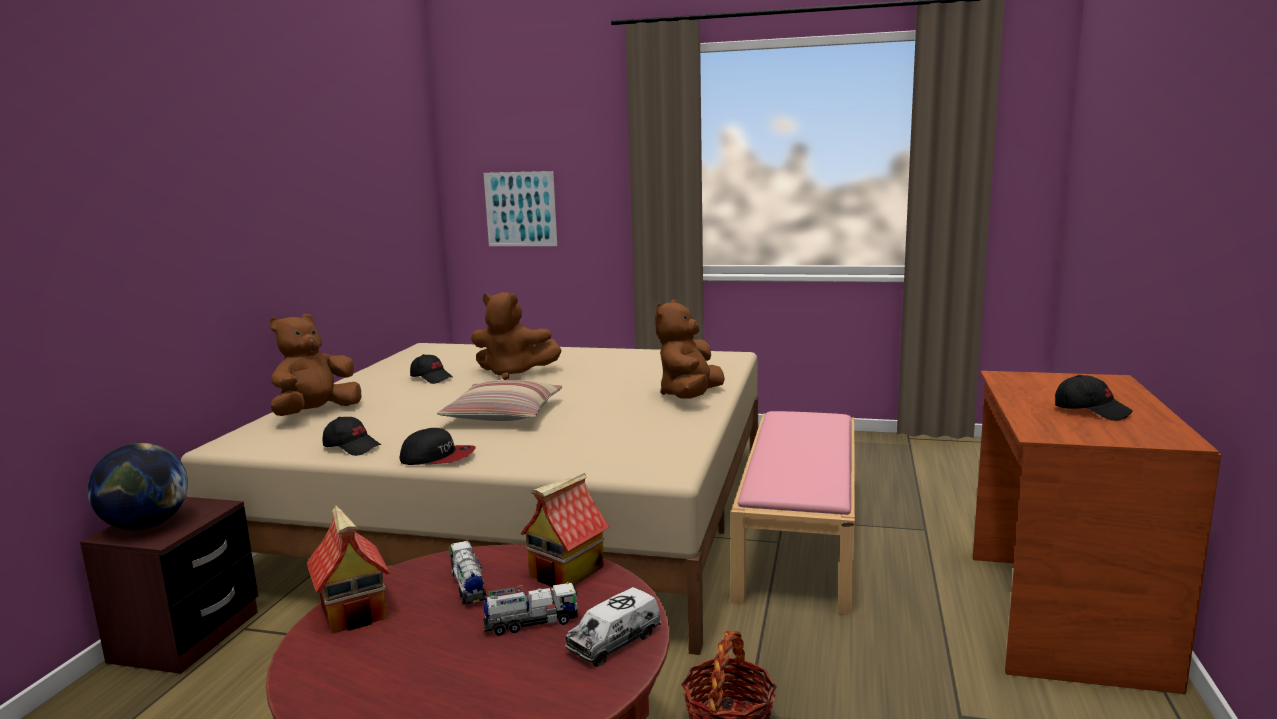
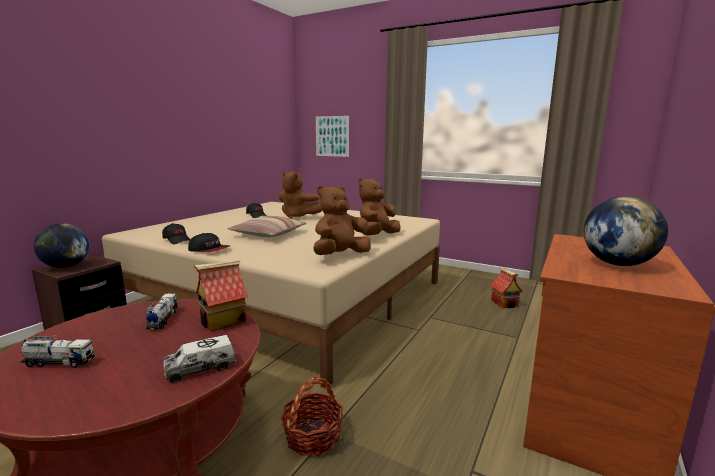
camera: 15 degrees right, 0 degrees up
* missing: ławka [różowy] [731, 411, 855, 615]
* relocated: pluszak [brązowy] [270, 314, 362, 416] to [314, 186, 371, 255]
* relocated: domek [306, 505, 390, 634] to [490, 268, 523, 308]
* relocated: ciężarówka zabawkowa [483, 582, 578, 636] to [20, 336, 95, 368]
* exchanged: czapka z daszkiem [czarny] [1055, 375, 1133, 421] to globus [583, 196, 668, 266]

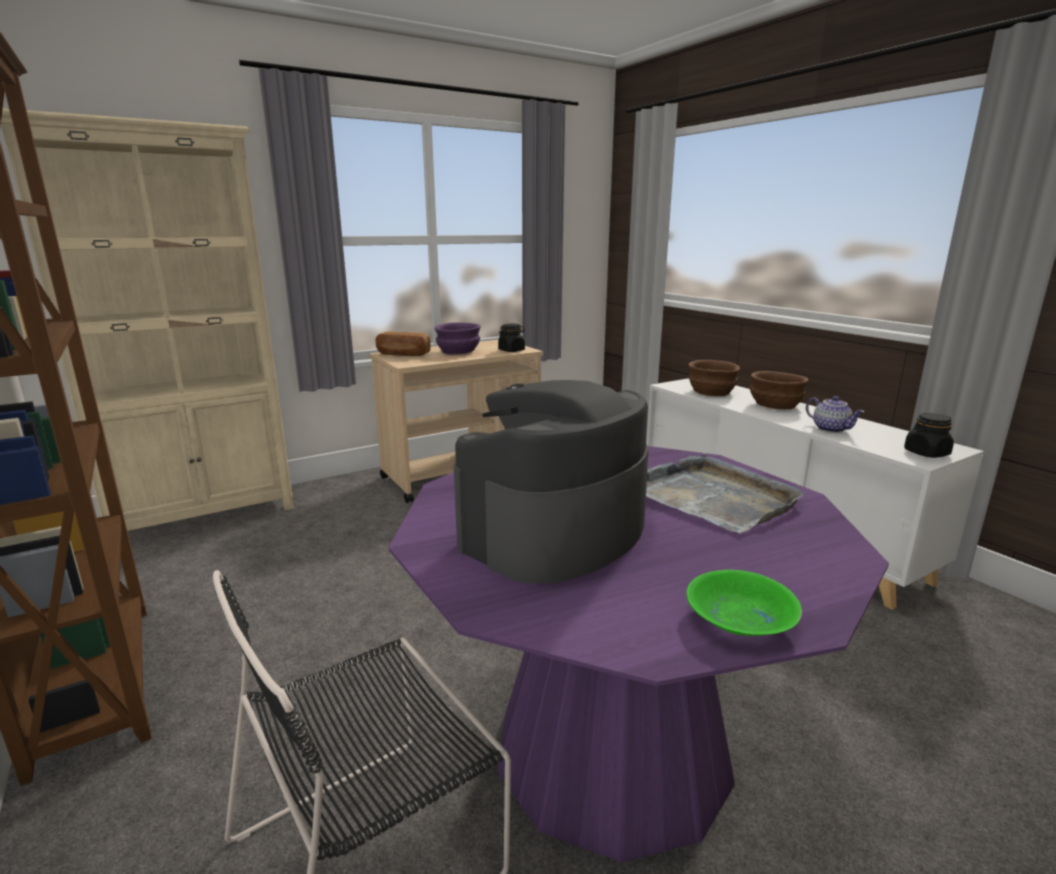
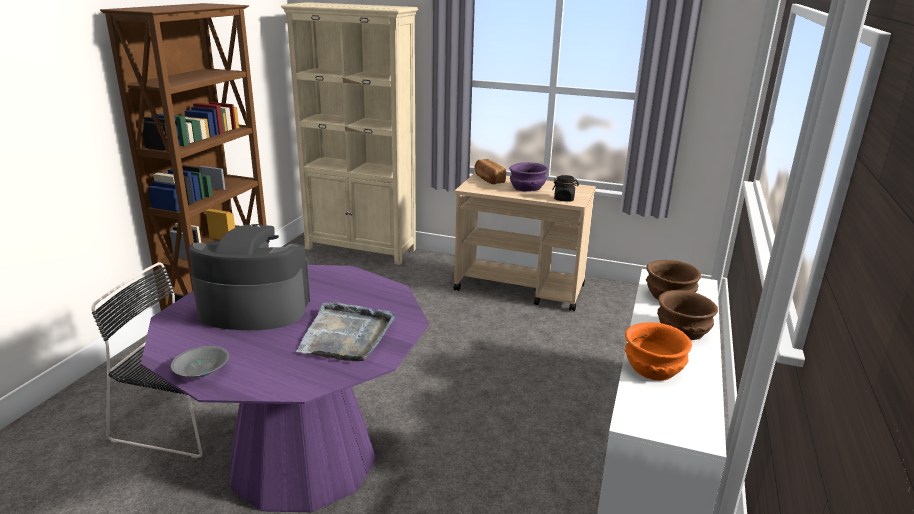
camera: 50 degrees right, 5 degrees up
* missing: słoik [czarny] [904, 413, 954, 458]
* exchanged: imbryk [806, 396, 864, 433] to miska [pomarańczowy] [625, 322, 692, 380]
* colour: miska [zielony] [686, 570, 802, 636] to miska [szary] [171, 346, 229, 378]

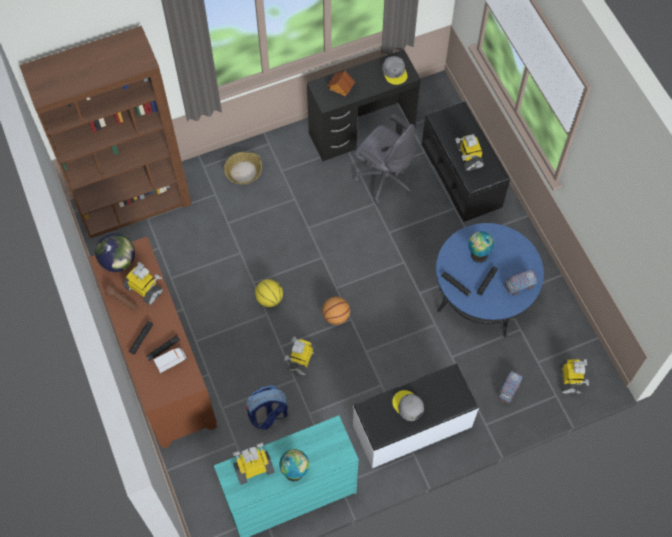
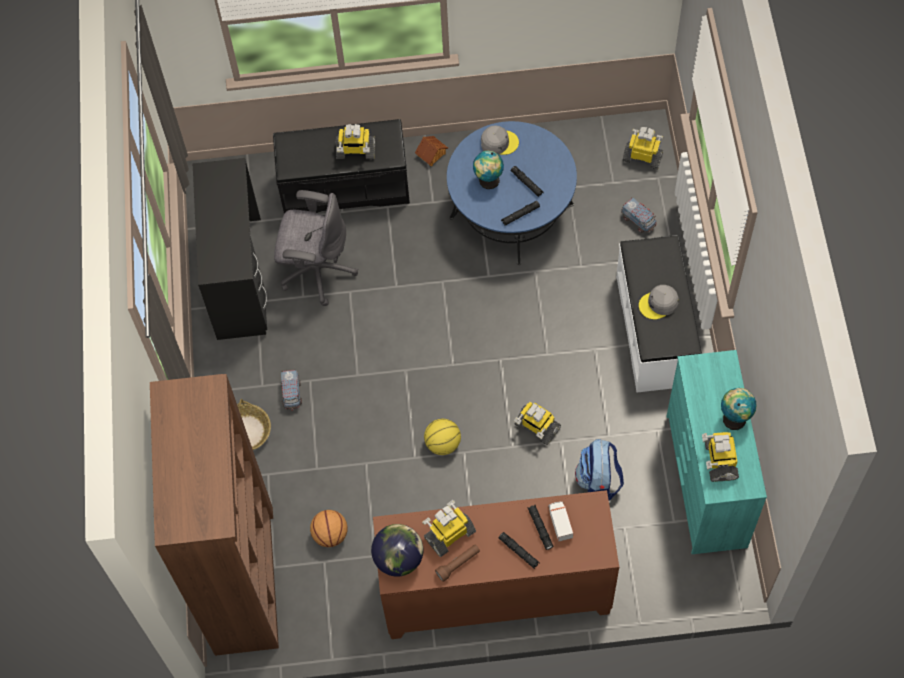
camera: 70 degrees left, 0 degrees up
* relocated: piłka do koszykówki [322, 297, 350, 325] to [310, 510, 348, 547]
* relocated: domek [328, 71, 355, 96] to [415, 136, 448, 167]
* relocated: czapka z daszkiem [szary] [382, 56, 408, 85] to [481, 125, 519, 155]
* relocated: ciężarówka zabawkowa [504, 269, 538, 295] to [281, 369, 302, 410]
* spun: krzesło biurowe [szary] [354, 114, 415, 204] = [274, 190, 358, 306] 45 degrees clockwise

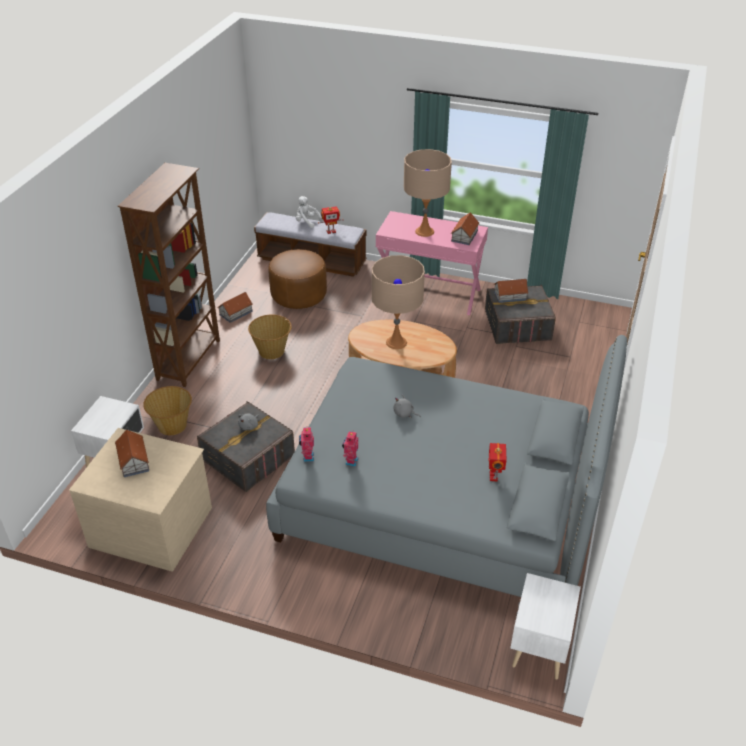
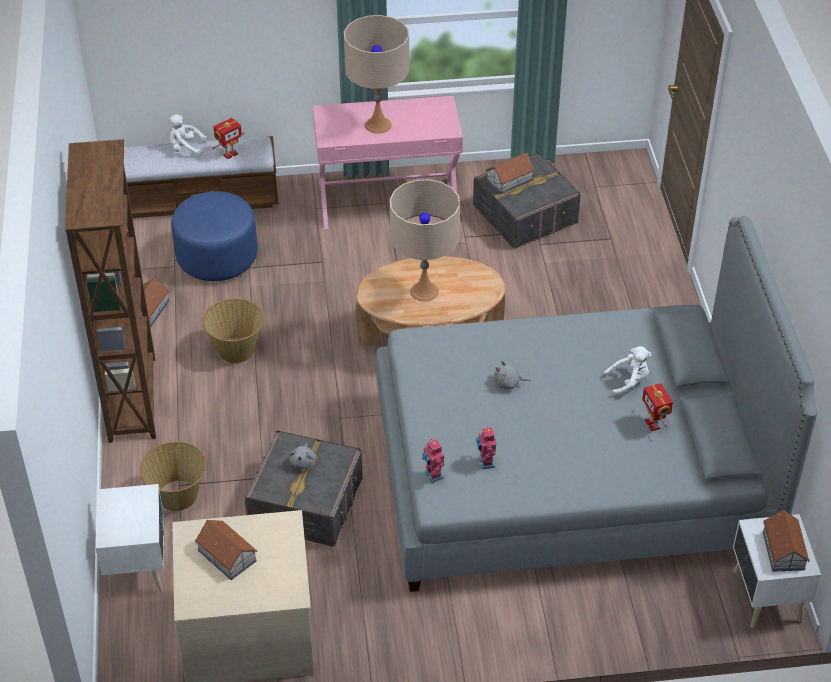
camera: 25 degrees left, 5 degrees up
* appeared: pluszak [biały] [604, 346, 651, 396]
* relocated: domek [451, 212, 479, 245] to [763, 509, 810, 572]
* colour: pufa [brązowy] [268, 249, 327, 309] to pufa [niebieski] [171, 191, 258, 281]

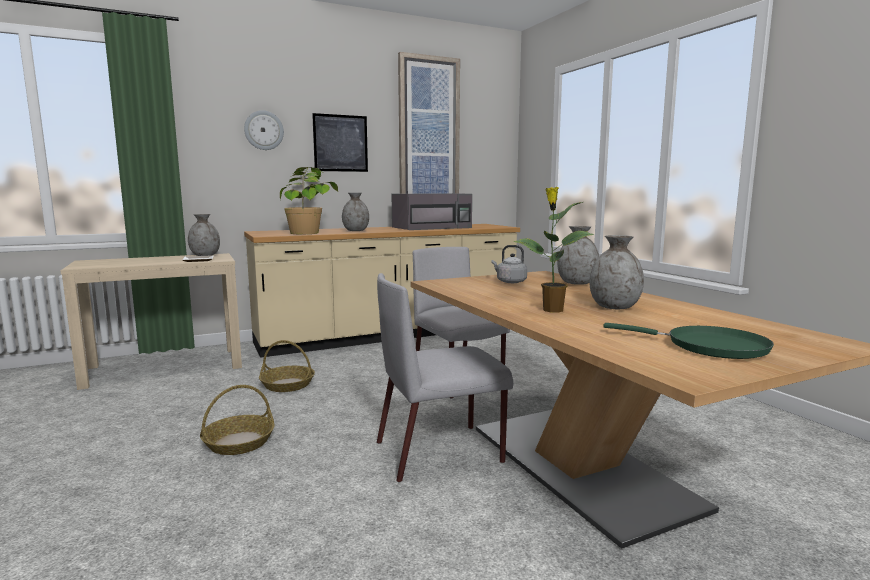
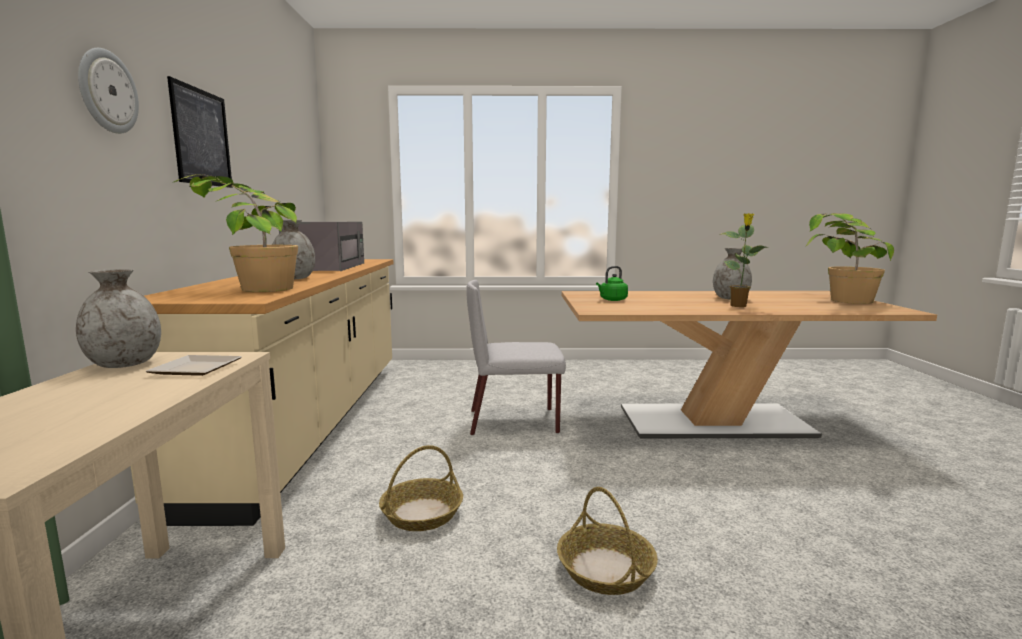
camera: 65 degrees left, 0 degrees up
* missing: krzesło [szary] [377, 273, 513, 483]
* missing: obraz [398, 52, 460, 194]
* missing: wazon [szary] [557, 226, 599, 285]
* exchanged: patelnia [zielony] [603, 323, 774, 359] to roślina doniczkowa [805, 213, 894, 304]
* colour: czajnik [szary] [491, 245, 527, 283] to czajnik [zielony] [596, 266, 628, 301]

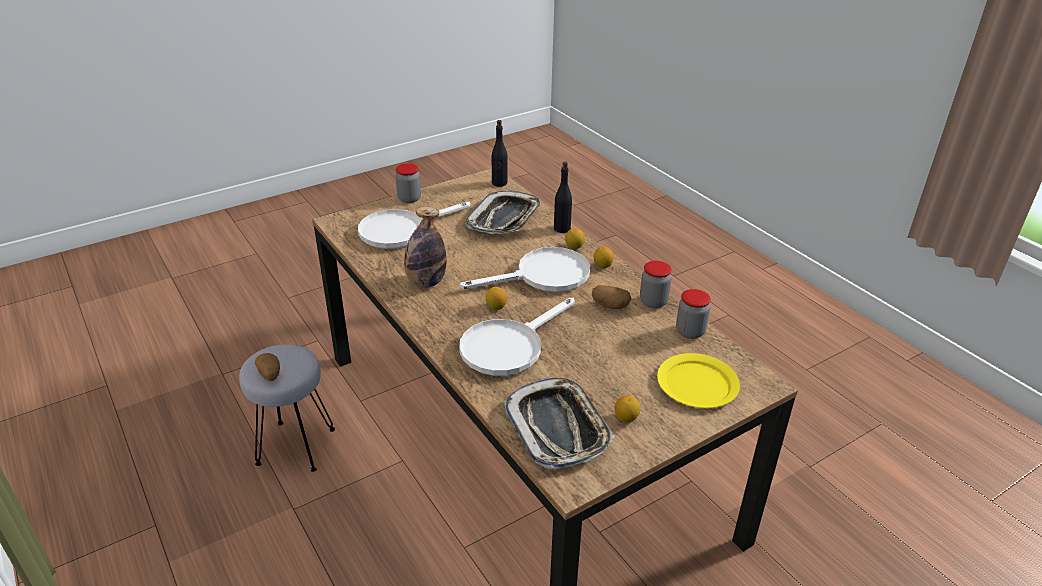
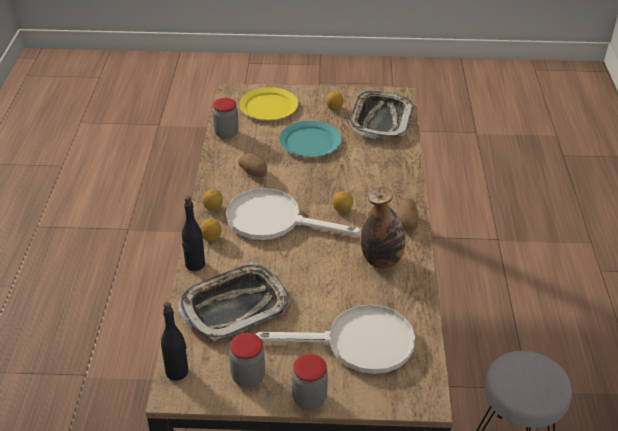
camera: 145 degrees left, 5 degrees up
* missing: patelnia [biały] [459, 298, 575, 376]
* appeared: talerz [turkusowy] [279, 121, 342, 157]
* relocated: ziemniak [255, 353, 280, 381] to [396, 198, 418, 231]
* relocated: słoik [640, 261, 672, 308] to [229, 333, 265, 387]

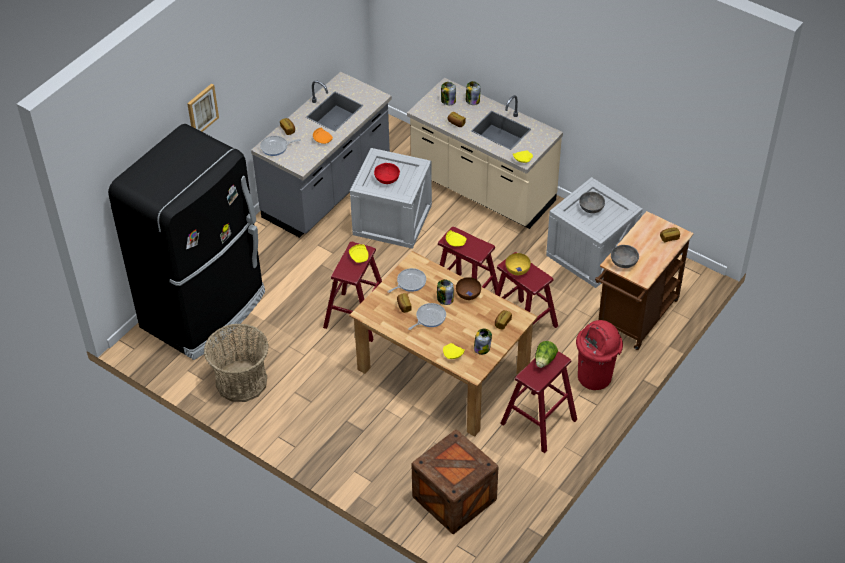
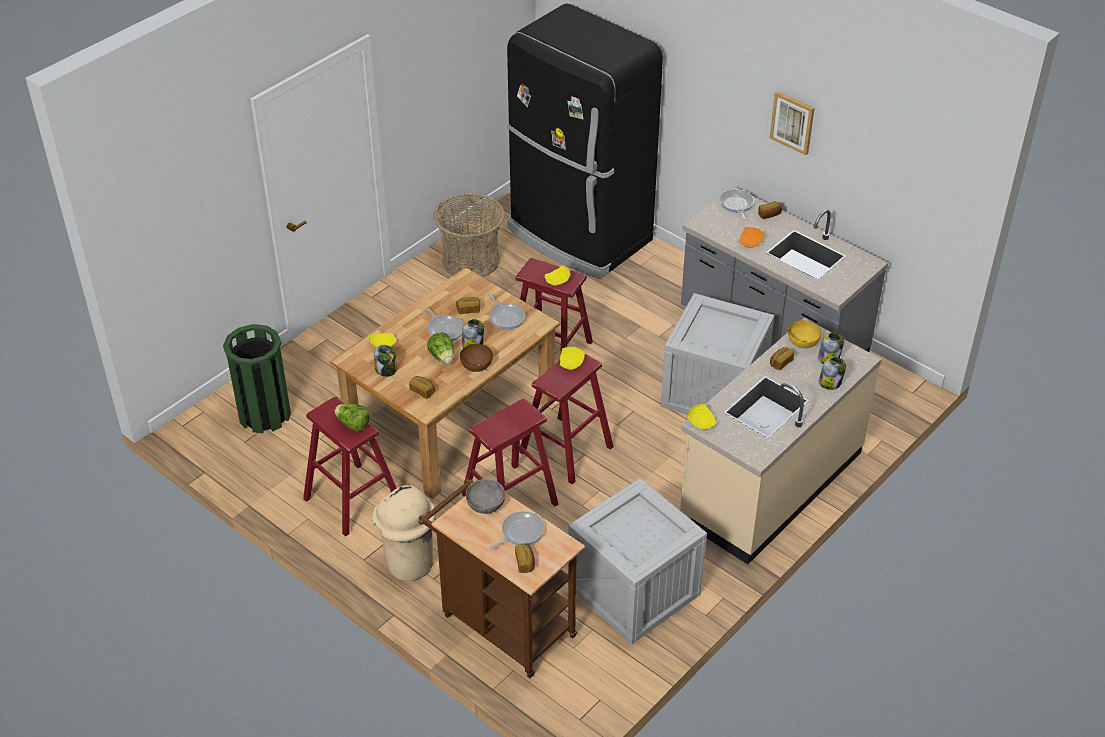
camera: 95 degrees right, 5 degrees down
* missing: miska [czerwony] [374, 163, 400, 184]
* missing: miska [szary] [579, 192, 605, 213]
* appeared: sałata [427, 332, 454, 364]
* appeared: patelnia [490, 511, 545, 550]
* relocated: obraz [187, 83, 219, 132] to [770, 91, 814, 155]
* relocated: miska [żółty] [505, 253, 531, 275] to [788, 320, 821, 348]
* exchanged: skrzynka [411, 429, 498, 534] to kosz na śmieci [zielony] [223, 324, 291, 433]
* colour: kosz na śmieci [czerwony] [576, 320, 623, 390] to kosz na śmieci [beżowy] [372, 485, 436, 581]

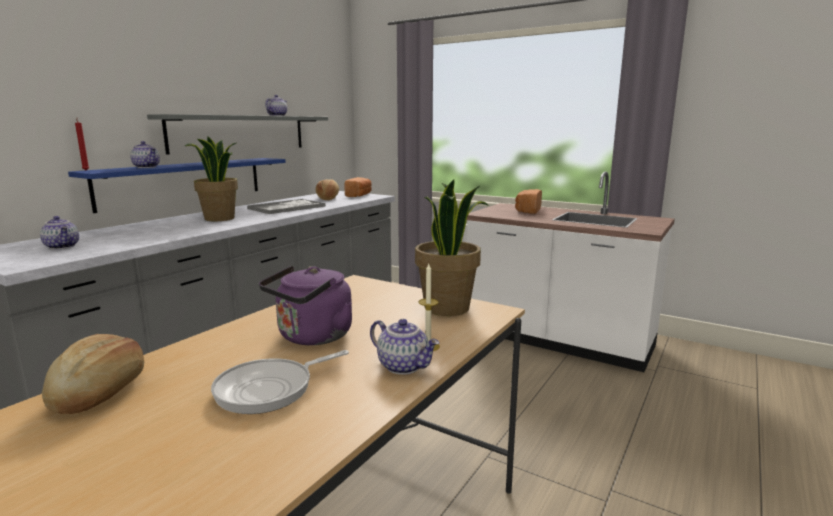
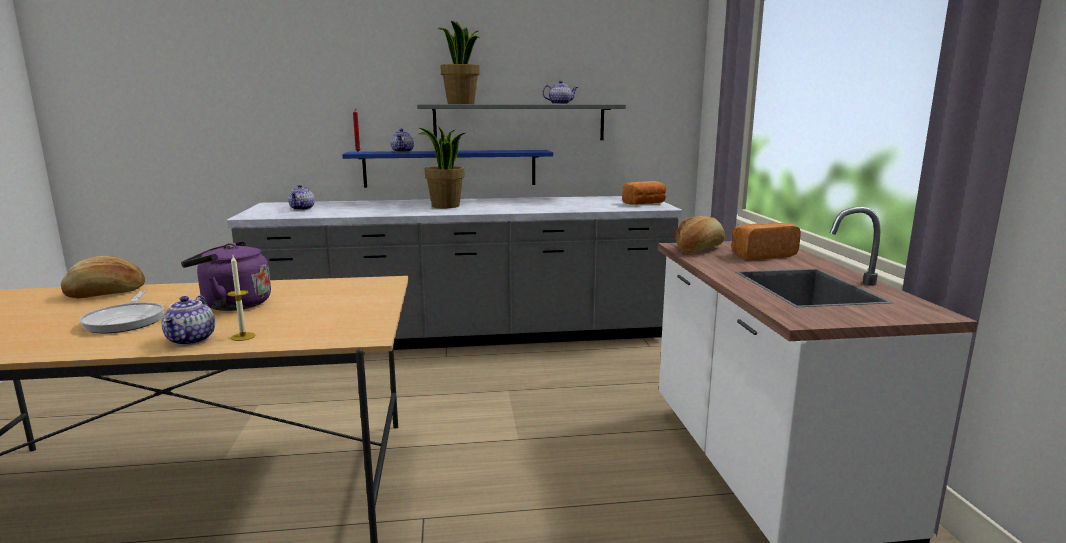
camera: 50 degrees right, 0 degrees up
* missing: taca [247, 199, 326, 214]
* relocated: chleb [316, 179, 339, 200] to [676, 216, 725, 254]
* relocated: roślina doniczkowa [415, 179, 489, 316] to [438, 21, 480, 104]
* spun: patelnia [211, 350, 349, 414] = [79, 291, 164, 333] 120 degrees counterclockwise

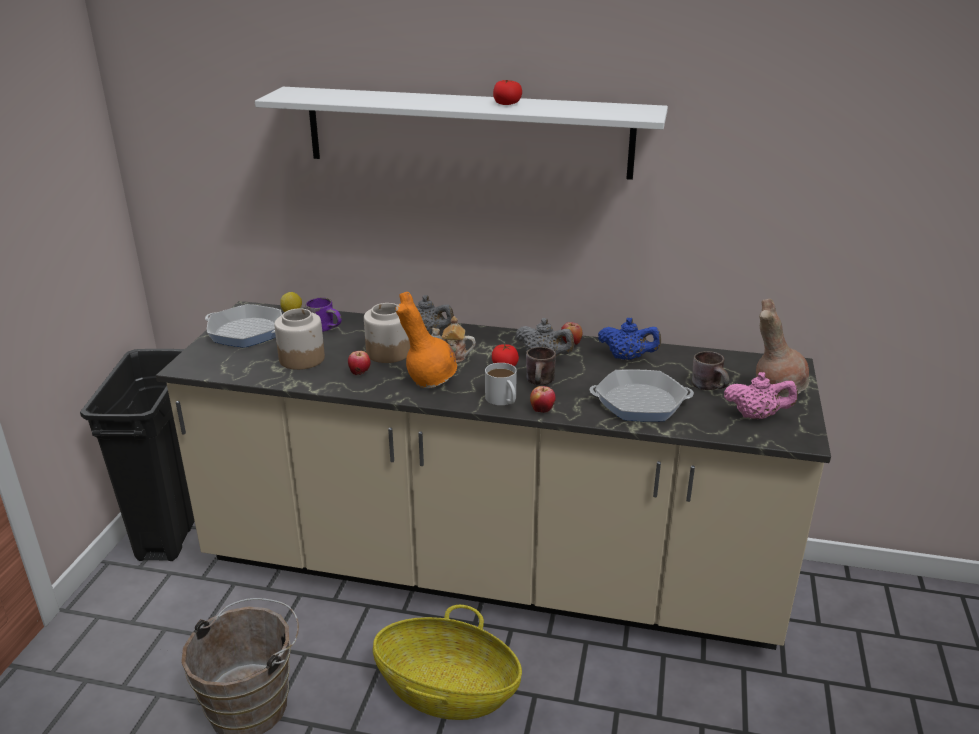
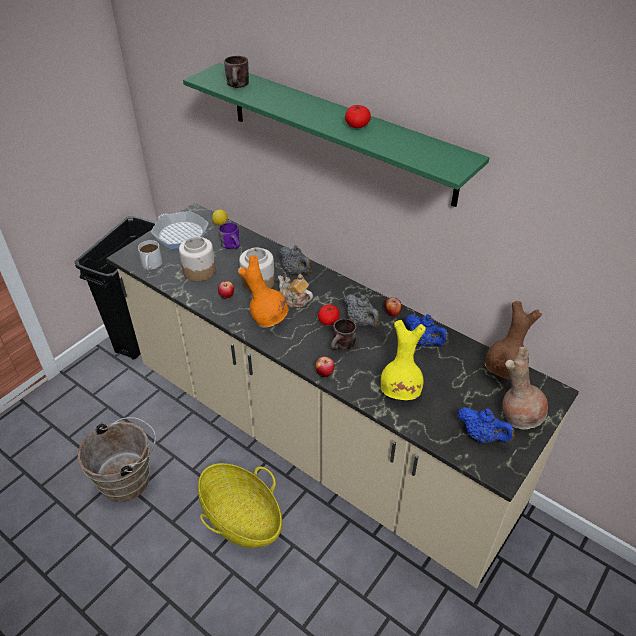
camera: 25 degrees right, 15 degrees up
* appeared: wazon [brązowy] [485, 301, 542, 380]
* relocated: kubek [biały] [485, 363, 517, 405] to [138, 240, 163, 271]
* relocated: kubek [brązowy] [692, 351, 729, 390] to [224, 56, 249, 88]
* exchanged: patelnia [589, 369, 694, 422] to wazon [żółty] [381, 320, 426, 400]
* colour: półka [biały] [255, 87, 668, 180] to półka [zielony] [183, 63, 489, 207]
* colour: imbryk [różowy] [724, 372, 798, 419] to imbryk [niebieski] [457, 407, 514, 443]

